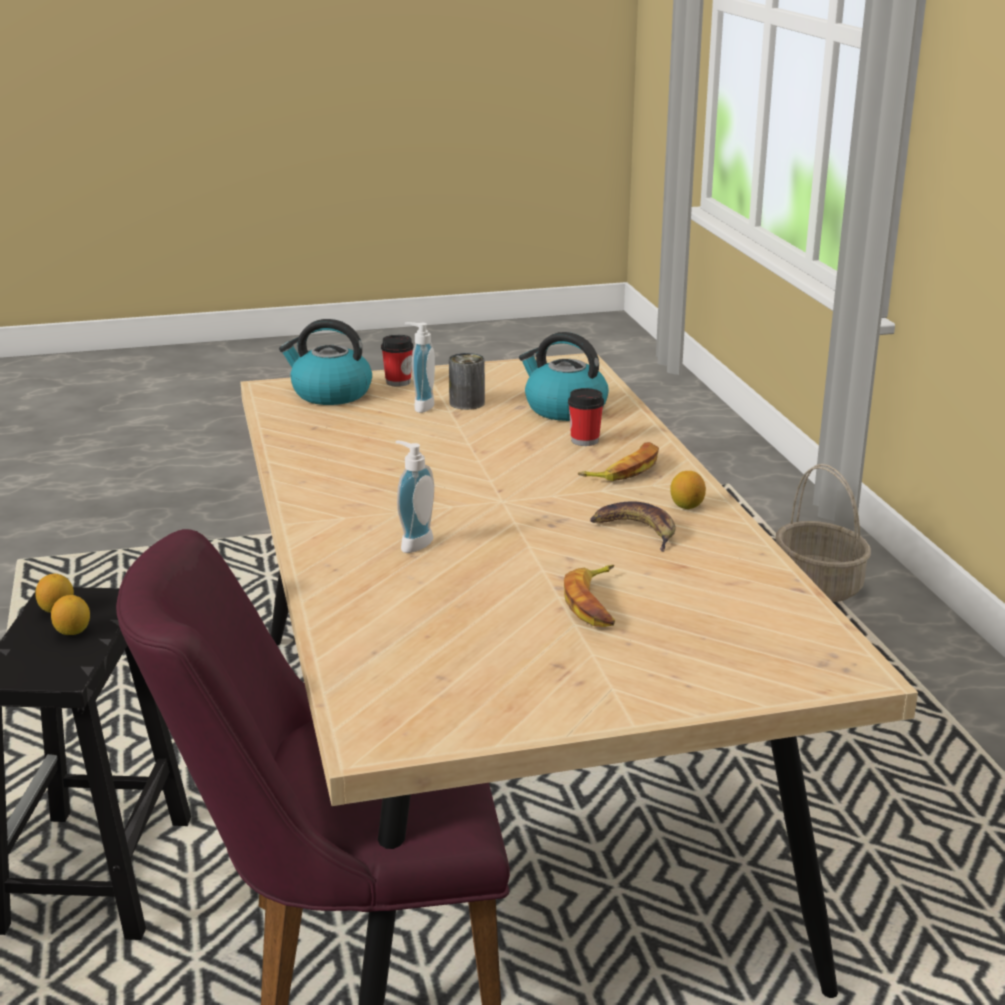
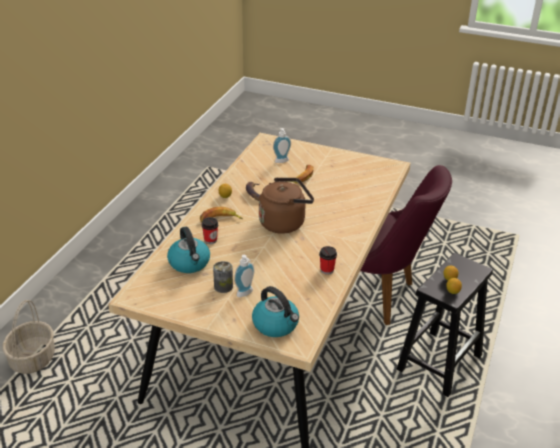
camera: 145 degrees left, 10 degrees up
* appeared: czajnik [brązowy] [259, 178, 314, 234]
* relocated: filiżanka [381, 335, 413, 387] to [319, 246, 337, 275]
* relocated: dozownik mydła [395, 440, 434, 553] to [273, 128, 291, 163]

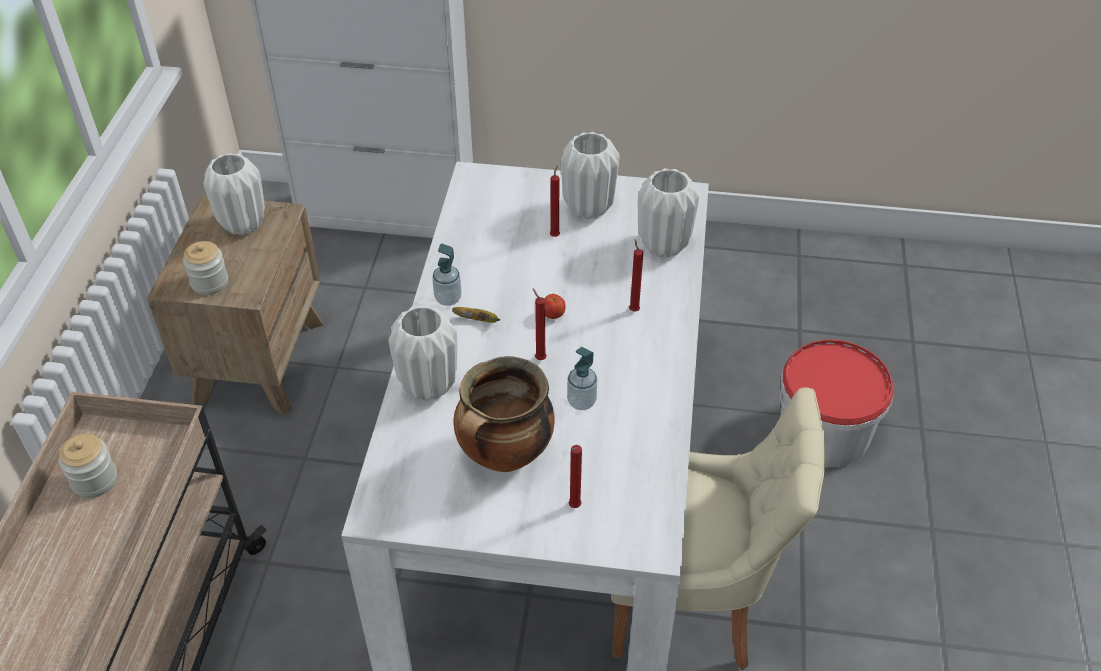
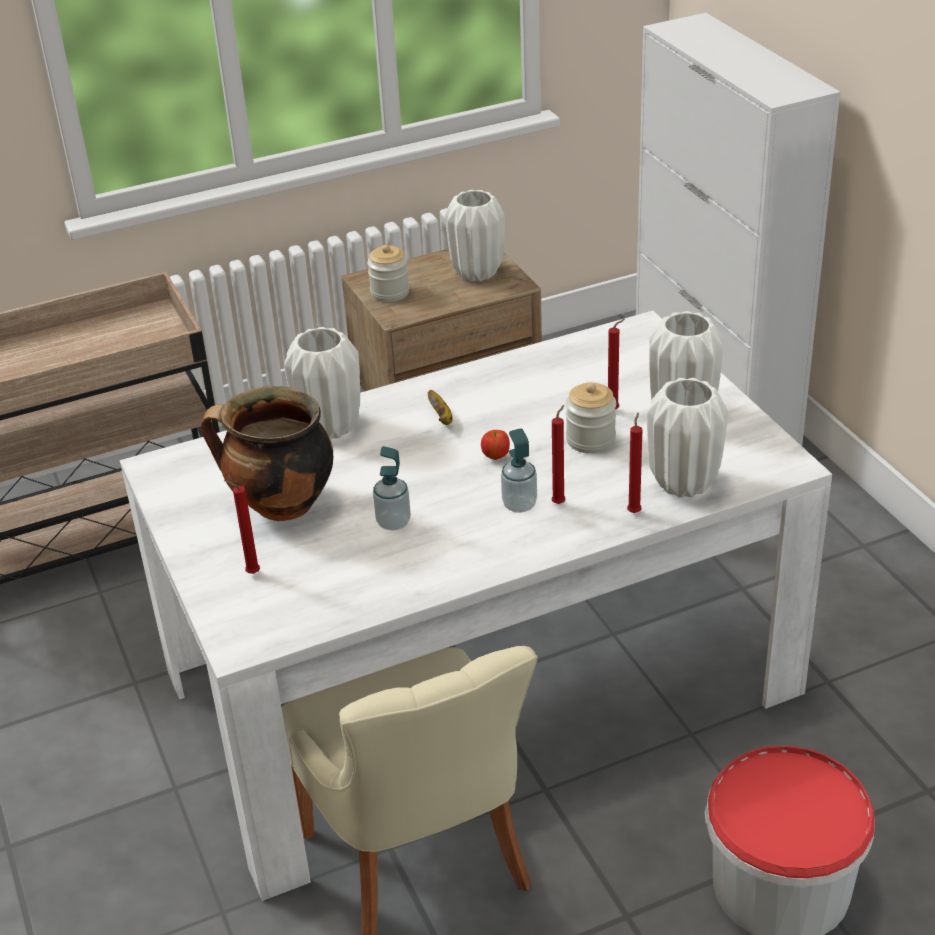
camera: 60 degrees right, 10 degrees down
* relocated: słoik [59, 434, 117, 498] to [566, 382, 616, 454]
* relocated: dozownik mydła [432, 244, 461, 306] to [501, 428, 537, 513]
* relocated: świeca [czerwony] [533, 289, 546, 360] to [627, 413, 642, 513]

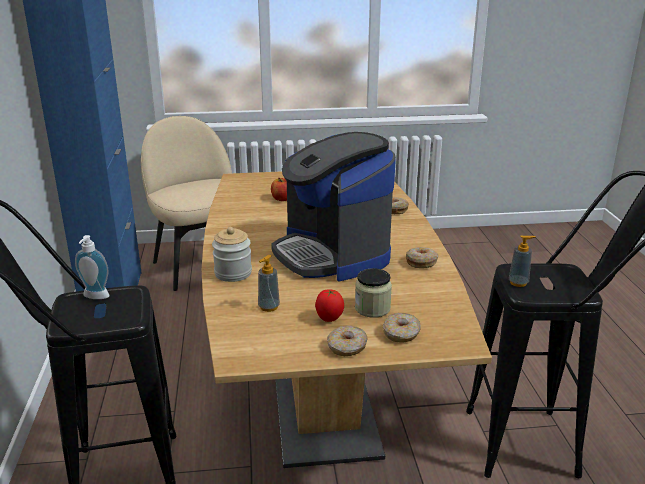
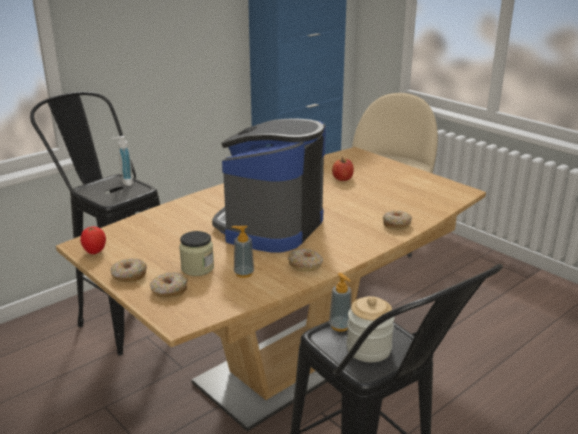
camera: 55 degrees right, 0 degrees up
* relocated: słoik [212, 227, 252, 282] to [346, 296, 395, 362]
* relocated: dozownik mydła [258, 255, 280, 312] to [232, 226, 254, 278]
* relocated: pomidor [315, 289, 344, 322] to [80, 227, 106, 254]

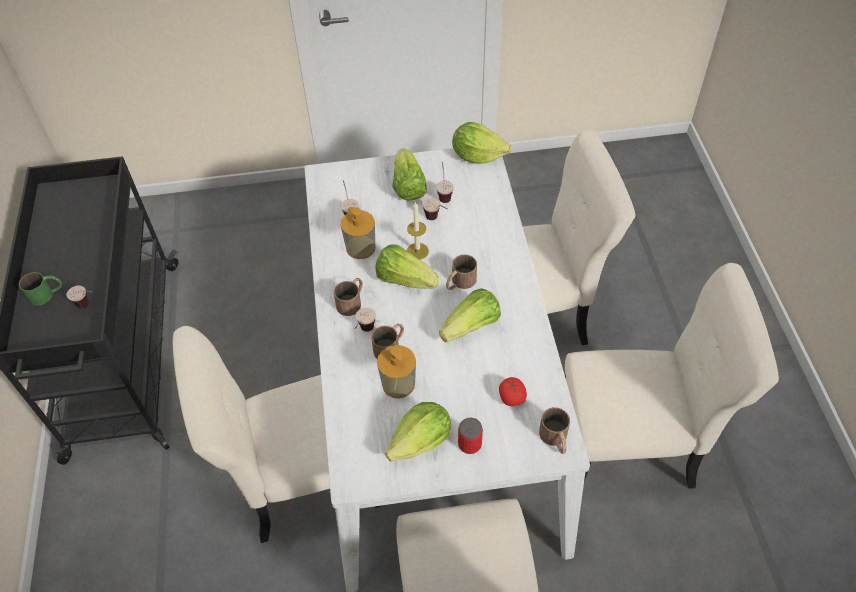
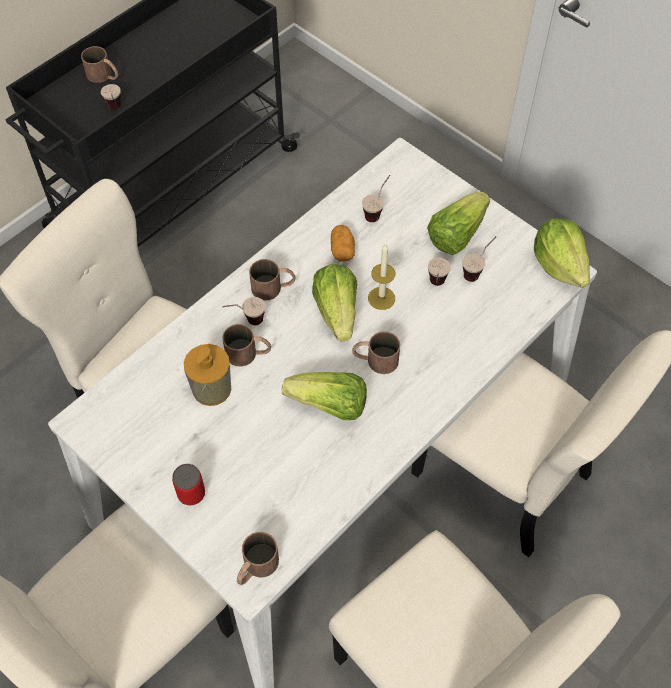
camera: 50 degrees right, 5 degrees up
* missing: sałata [385, 402, 451, 461]
* missing: pomidor [499, 377, 527, 406]
* exchanged: dozownik mydła [341, 207, 375, 259] to ziemniak [331, 225, 355, 262]
* colour: kubek [zielony] [19, 272, 62, 306] to kubek [brązowy] [81, 46, 118, 83]

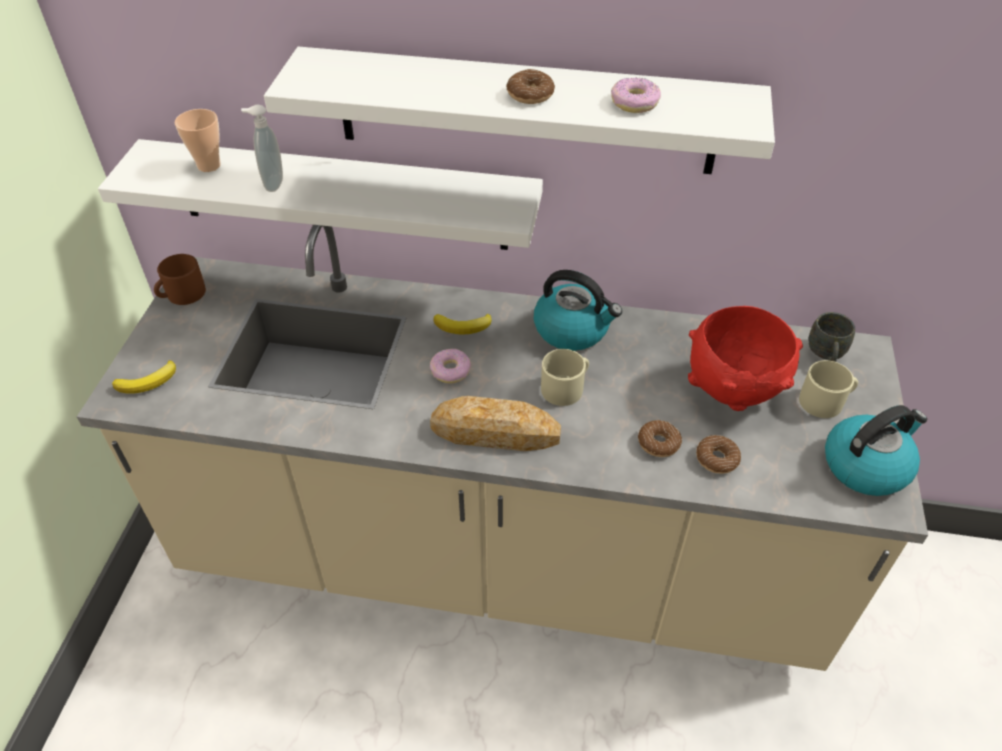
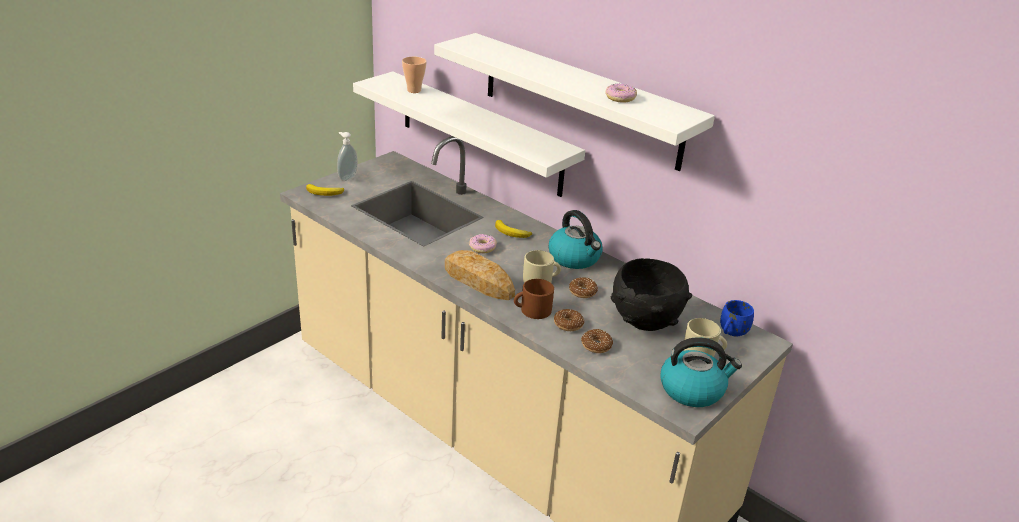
camera: 30 degrees right, 15 degrees down
* relocated: kubek [brązowy] [154, 254, 206, 305] to [514, 279, 554, 319]
* relocated: dozownik mydła [241, 105, 283, 192] to [337, 132, 358, 181]
* relocated: donut [506, 69, 555, 104] to [569, 277, 598, 298]
* colour: miska [czerwony] [688, 306, 803, 411] to miska [czarny] [611, 258, 692, 331]
* colour: kubek [szary] [808, 312, 855, 362] to kubek [niebieski] [720, 300, 754, 337]

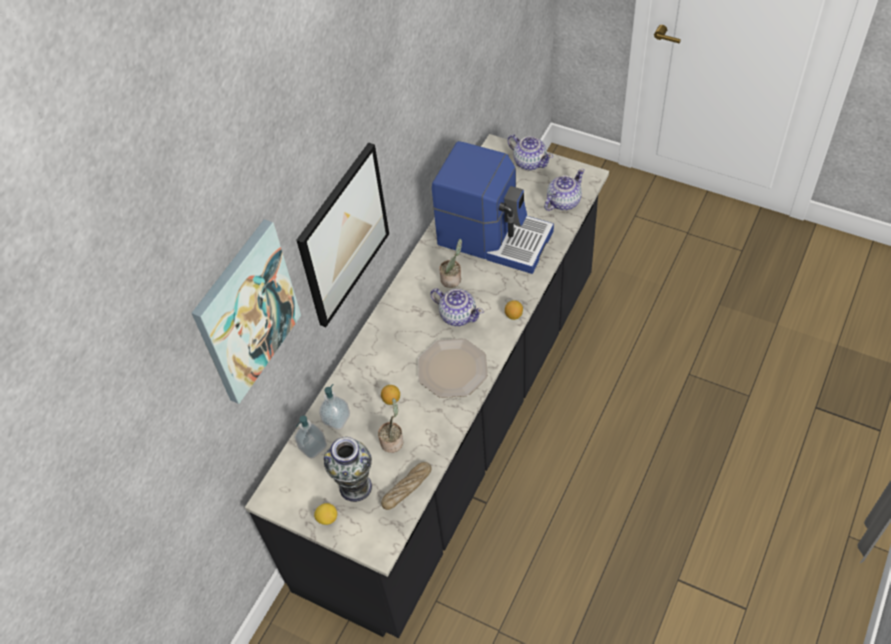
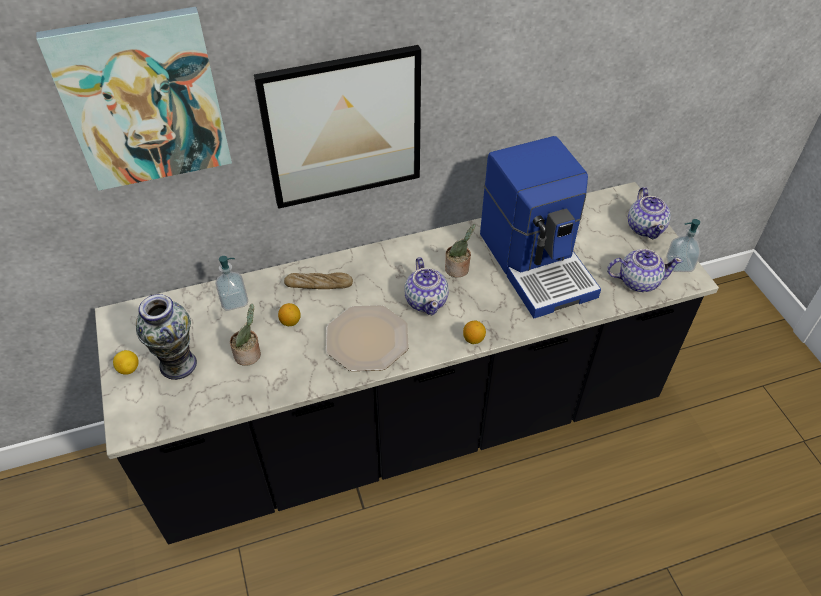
camera: 40 degrees right, 5 degrees down
* relocated: dozownik mydła [294, 415, 327, 459] to [666, 219, 701, 272]
* relocated: chleb [381, 462, 432, 510] to [284, 272, 353, 289]

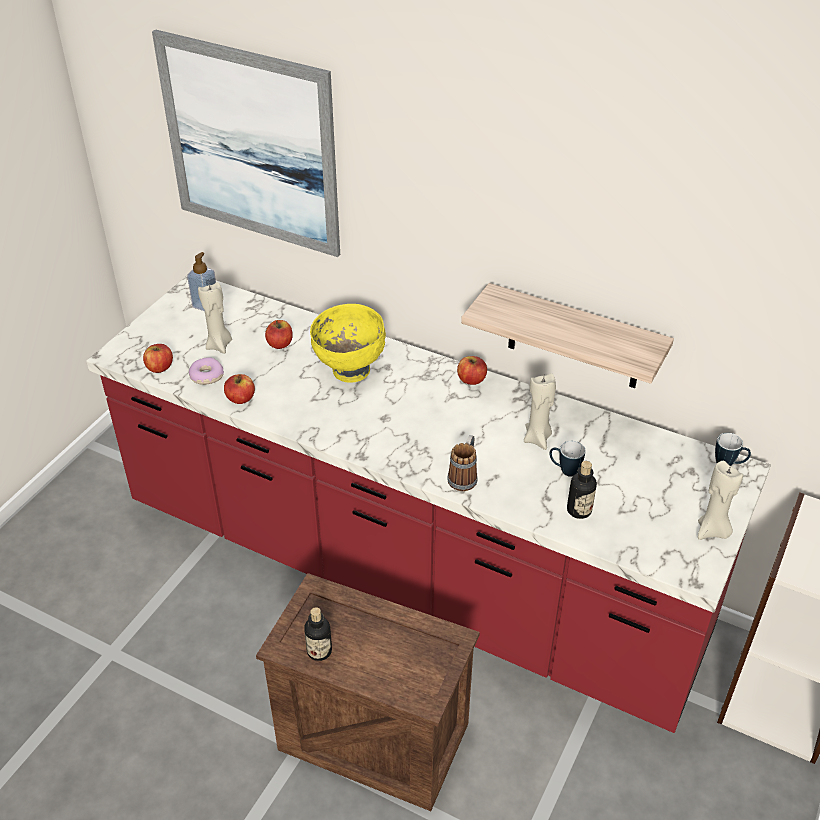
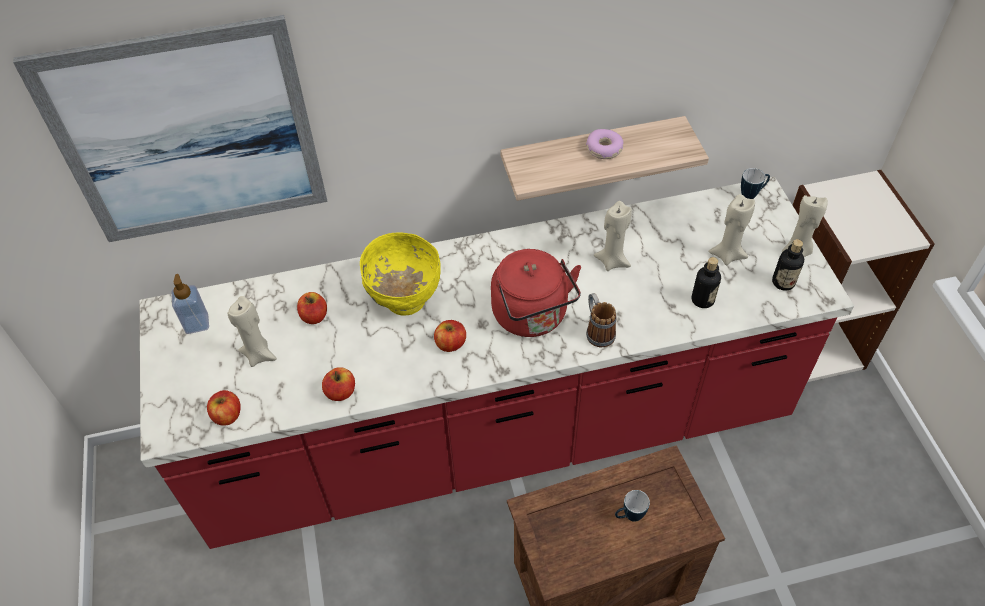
camera: 40 degrees left, 10 degrees up
* appeared: czajnik [czerwony] [491, 249, 581, 337]
* appeared: świeca [beżowy] [708, 194, 755, 265]
* relocated: donut [189, 357, 224, 385] to [586, 129, 624, 159]
* relocated: butelka [304, 607, 332, 661] to [772, 239, 804, 291]
* relocated: jabłko [457, 356, 487, 385] to [434, 320, 466, 352]
* relocated: kubek [549, 441, 585, 477] to [615, 490, 650, 522]

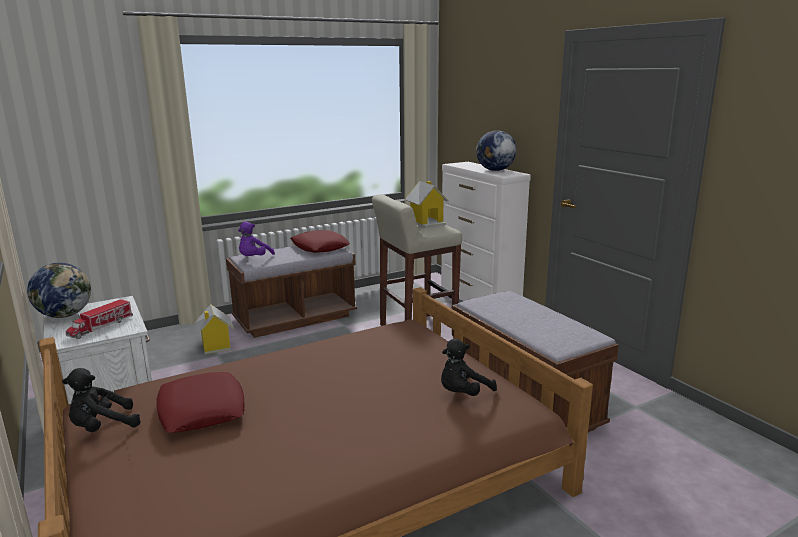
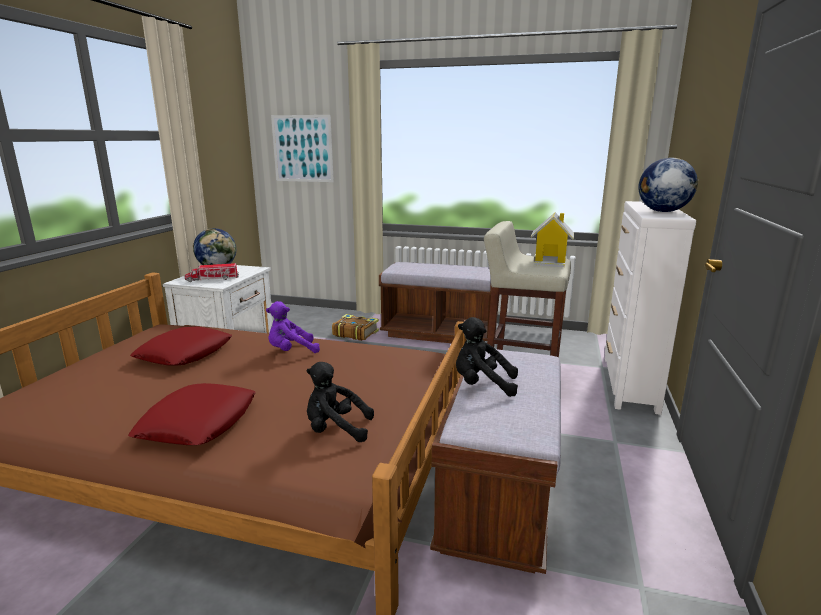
camera: 45 degrees right, 0 degrees up
* appeared: obraz [271, 115, 334, 182]
* relocated: pluszak [czarny] [62, 368, 141, 432] to [456, 317, 518, 397]
* relocated: pluszak [fioletowy] [238, 222, 275, 256] to [266, 301, 320, 353]
* relocated: poduszka [czerwony] [290, 230, 350, 253] to [128, 383, 255, 445]
* exchanged: domek [195, 304, 234, 354] to książka [332, 314, 379, 341]

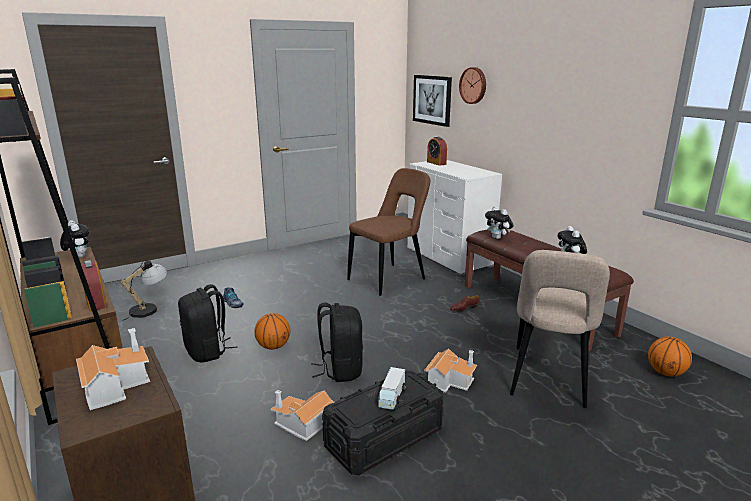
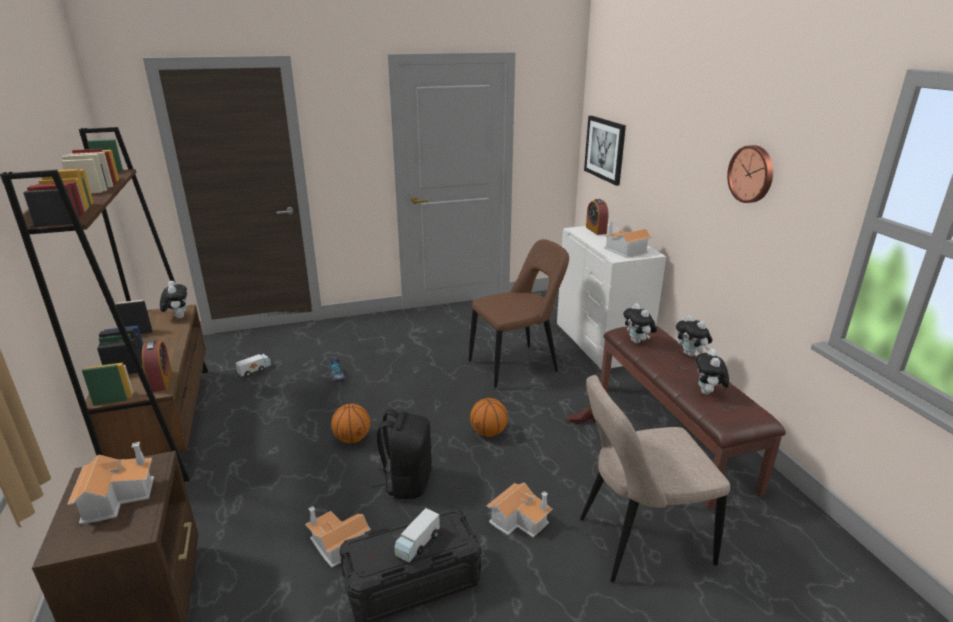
camera: 15 degrees right, 5 degrees up
* missing: plecak [czarny] [178, 284, 237, 362]
* appeared: domek [603, 221, 652, 258]
* appeared: pluszak [676, 315, 713, 357]
* relocated: zegar ścienny [459, 67, 486, 104] to [727, 145, 773, 203]
* relocated: piłka do koszykówki [648, 337, 692, 376] to [470, 398, 508, 437]
* exchanged: lampa stołowa [120, 260, 168, 321] to ciężarówka zabawkowa [235, 354, 271, 377]
* spun: krzesło [beżowy] [510, 250, 610, 408] = [580, 375, 730, 583] 45 degrees clockwise

